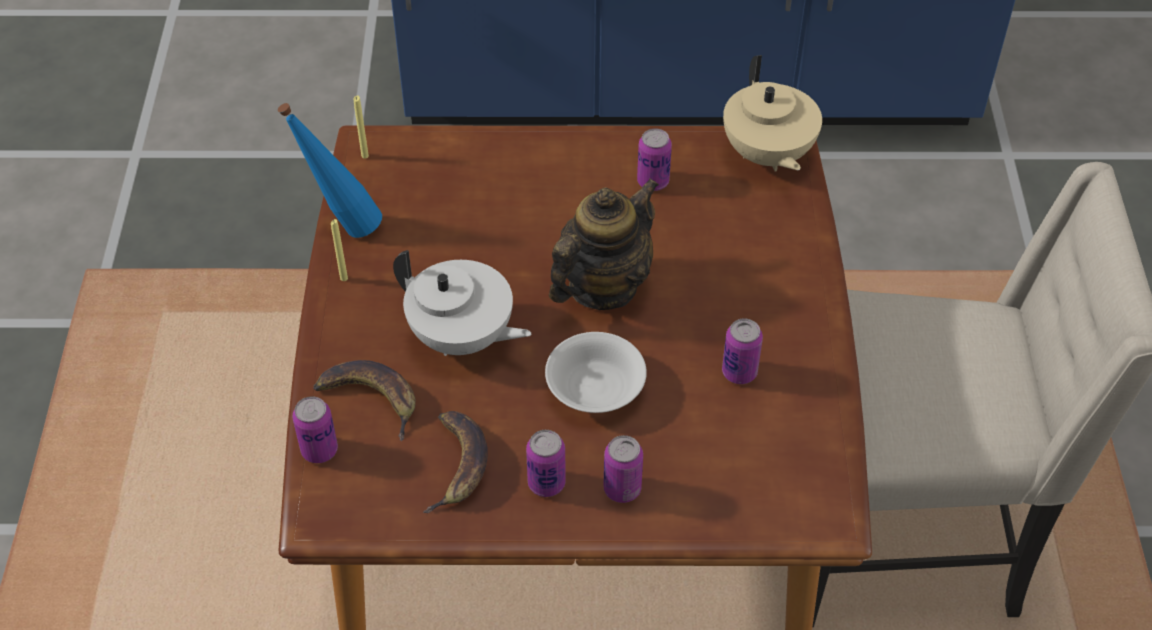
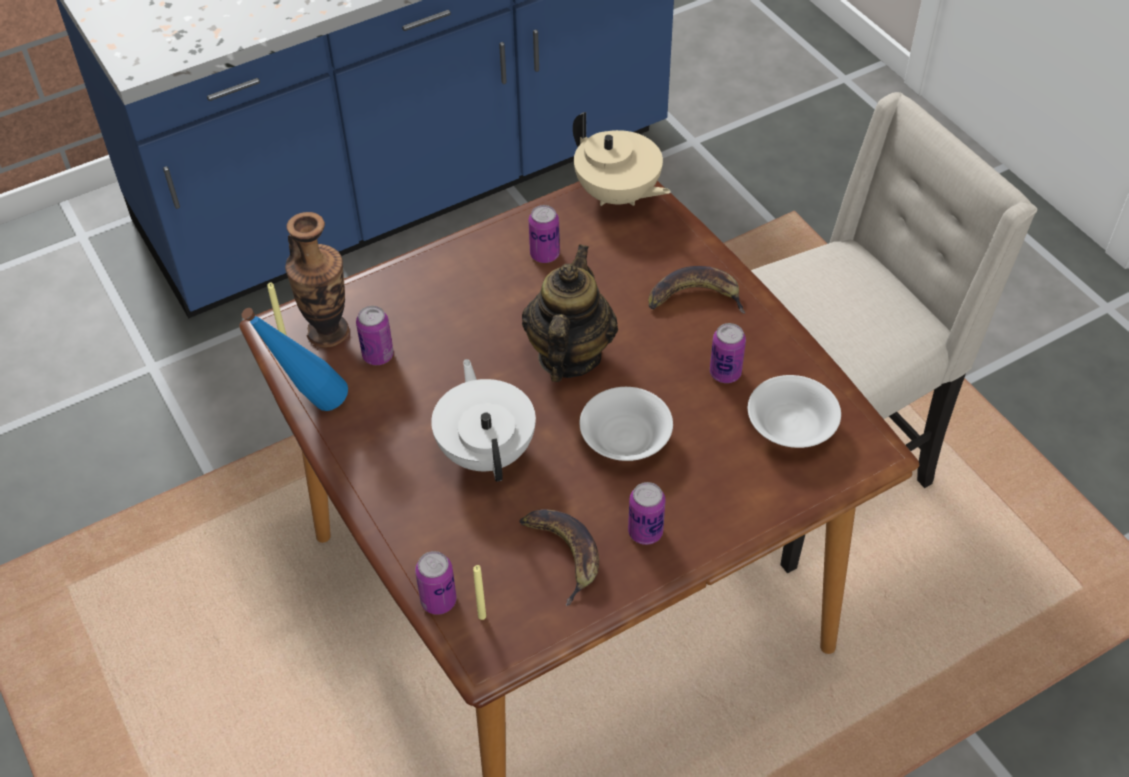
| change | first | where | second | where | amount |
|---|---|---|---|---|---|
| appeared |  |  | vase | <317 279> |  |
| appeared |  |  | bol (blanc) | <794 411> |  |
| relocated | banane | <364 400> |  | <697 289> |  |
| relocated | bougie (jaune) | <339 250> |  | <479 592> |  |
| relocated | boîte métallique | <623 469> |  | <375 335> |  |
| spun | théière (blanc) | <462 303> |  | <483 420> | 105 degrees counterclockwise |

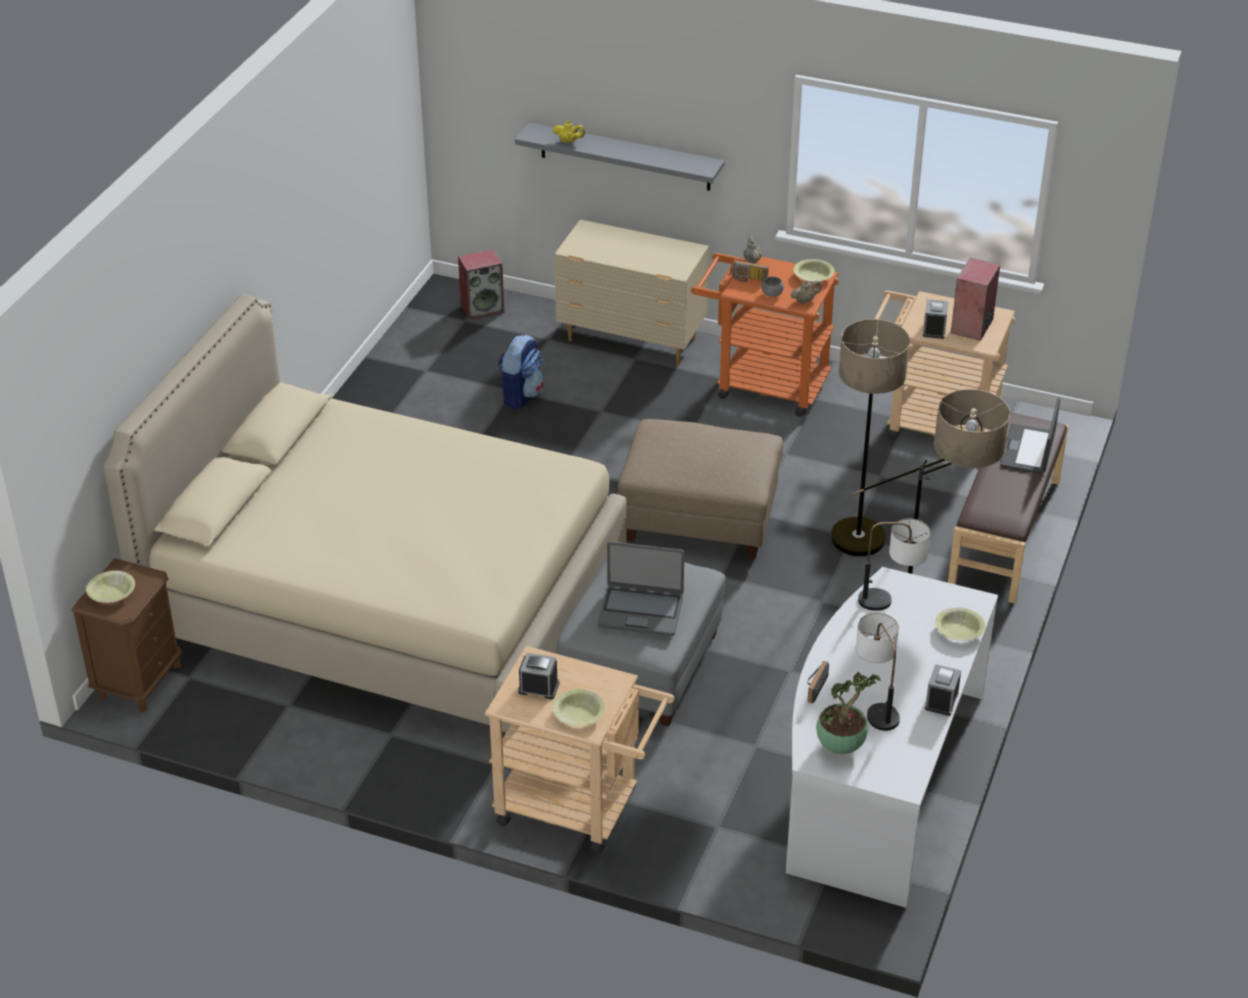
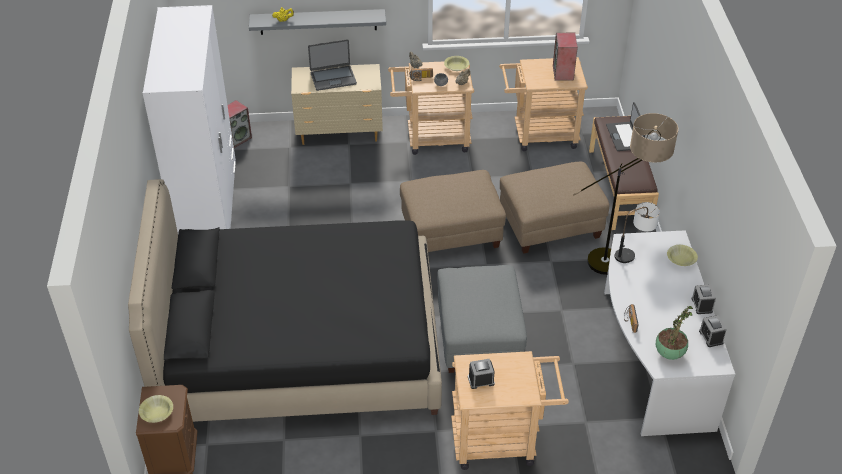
| change | first | where | second | where | amount |
|---|---|---|---|---|---|
| missing | sac à dos | <521 372> |  |  |  |
| missing | bol (jaune) | <579 707> |  |  |  |
| missing | lampe de table | <878 672> |  |  |  |
| appeared |  |  | armoire (blanc) | <189 119> |  |
| relocated | ordinateur portable | <641 589> |  | <332 65> |  |
| relocated | réveil | <936 319> |  | <713 331> |  |
| exchanged | lampadaire | <870 437> | pouf (beige) | <555 207> |  |
| colour | lit (beige) | <365 515> | lit (noir) | <285 300> |  |
| colour | chariot (orange) | <765 335> | chariot (beige) | <431 108> |  |

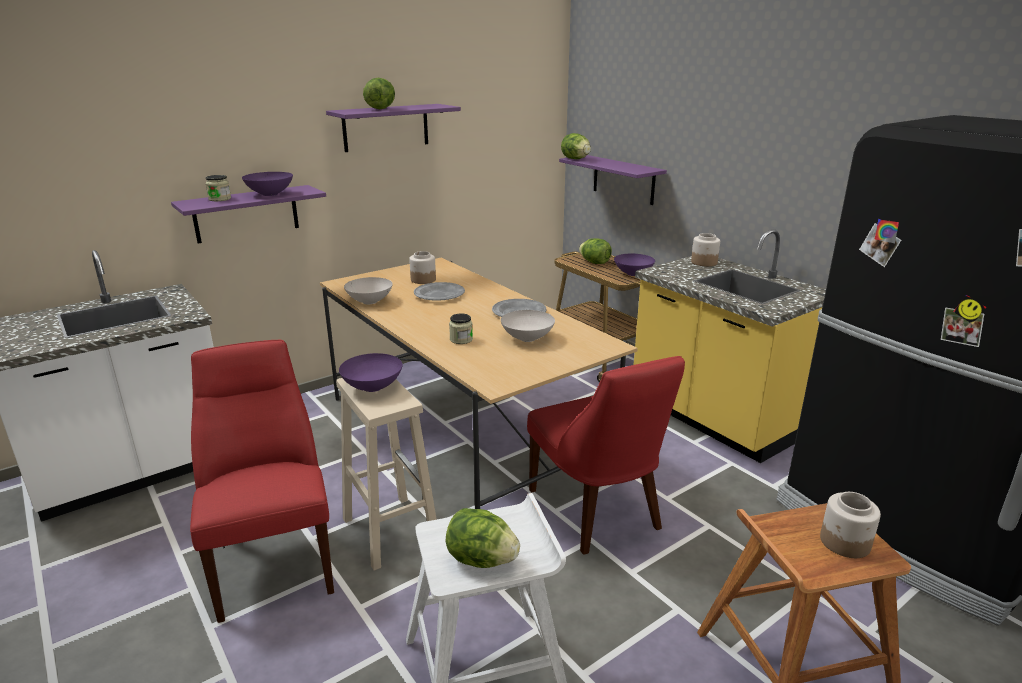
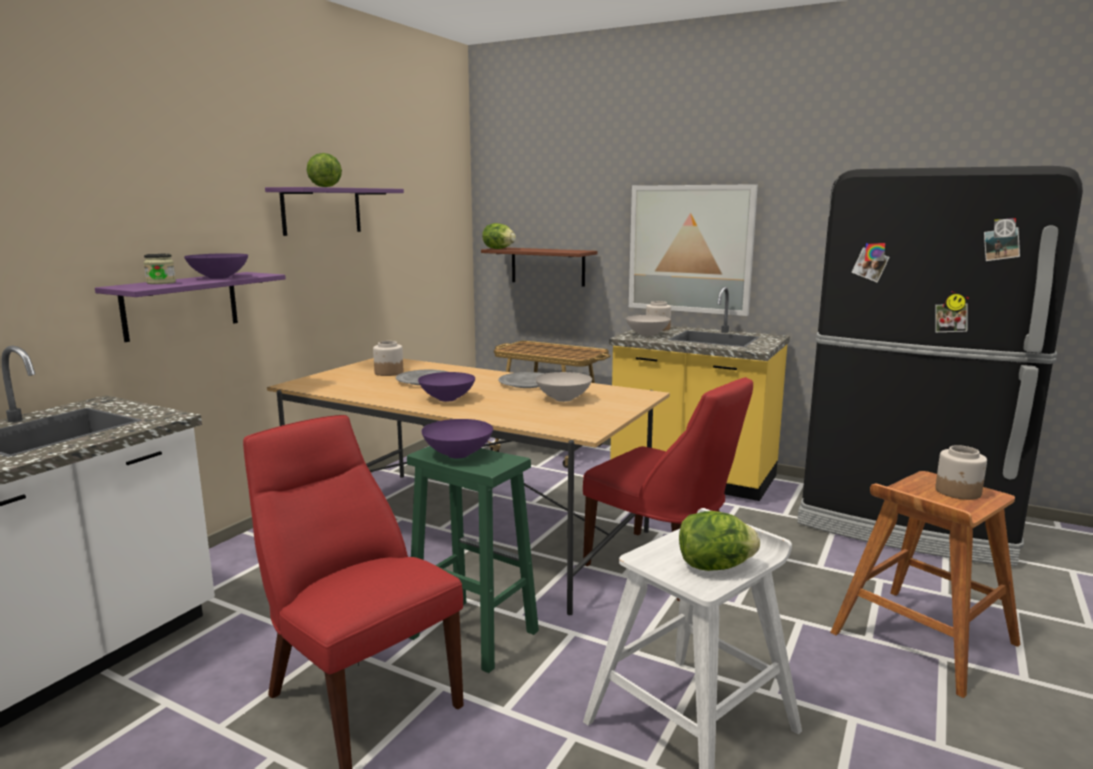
| change | first | where | second | where | amount |
|---|---|---|---|---|---|
| missing | bocal | <461 328> |  |  |  |
| missing | laitue | <595 251> |  |  |  |
| appeared |  |  | tableau | <693 250> |  |
| relocated | bol (blanc) | <368 290> |  | <648 325> |  |
| relocated | bol (violet) | <634 265> |  | <446 387> |  |
| colour | tabouret (beige) | <386 474> | tabouret (vert) | <473 559> |  |
| colour | étagère (violet) | <613 180> | étagère (marron) | <539 267> |  |

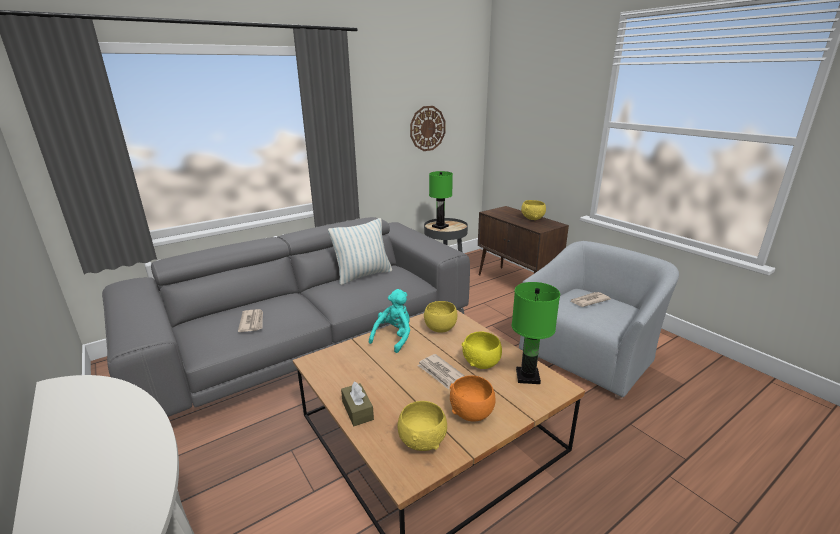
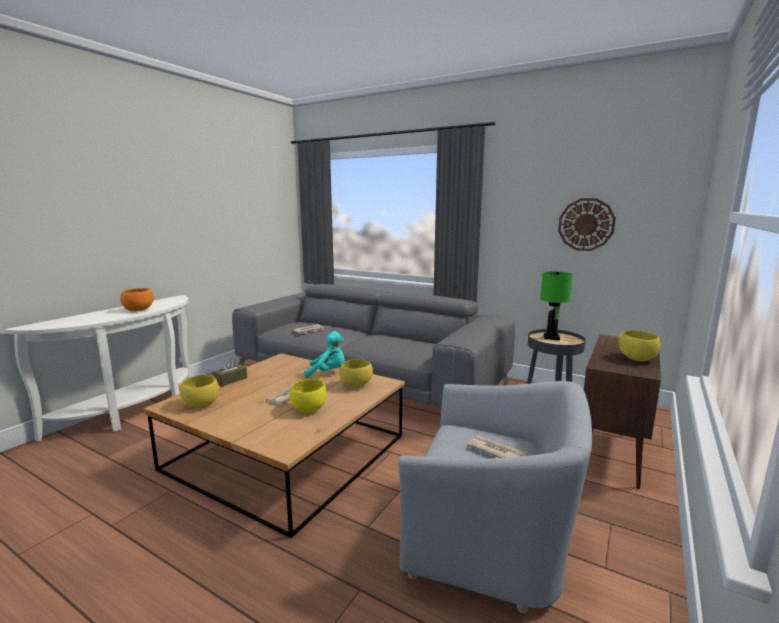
| change | first | where | second | where | amount |
|---|---|---|---|---|---|
| missing | coussin | <360 251> |  |  |  |
| missing | lampe de table (vert) | <536 333> |  |  |  |
| relocated | bol (orange) | <473 398> |  | <137 299> |  |

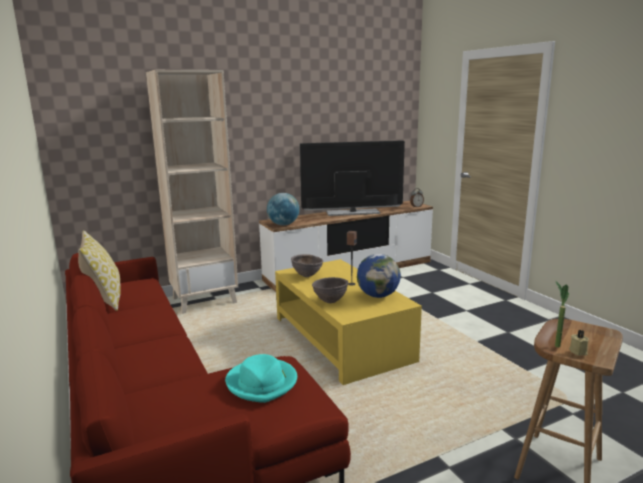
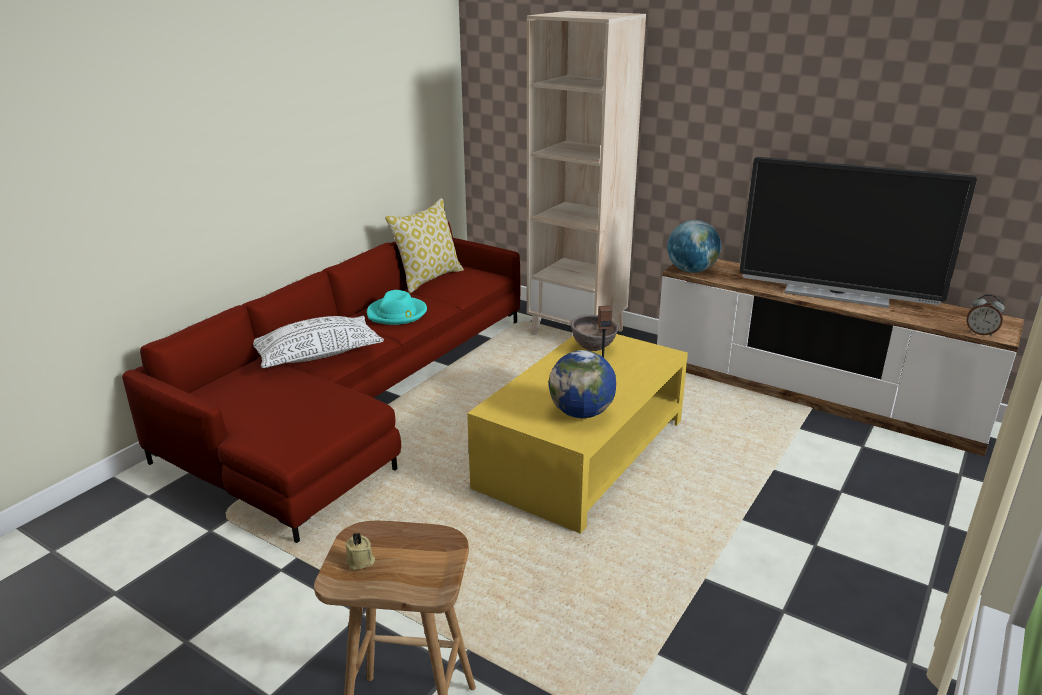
| change | first | where | second | where | amount |
|---|---|---|---|---|---|
| missing | bol (marron) | <330 290> |  |  |  |
| missing | plante en pot | <562 314> |  |  |  |
| appeared |  |  | coussin (blanc) | <318 342> |  |
| relocated | chapeau (turquoise) | <261 378> |  | <397 307> |  |
| spun | téléviseur | <352 178> |  | <858 232> | 150 degrees clockwise |

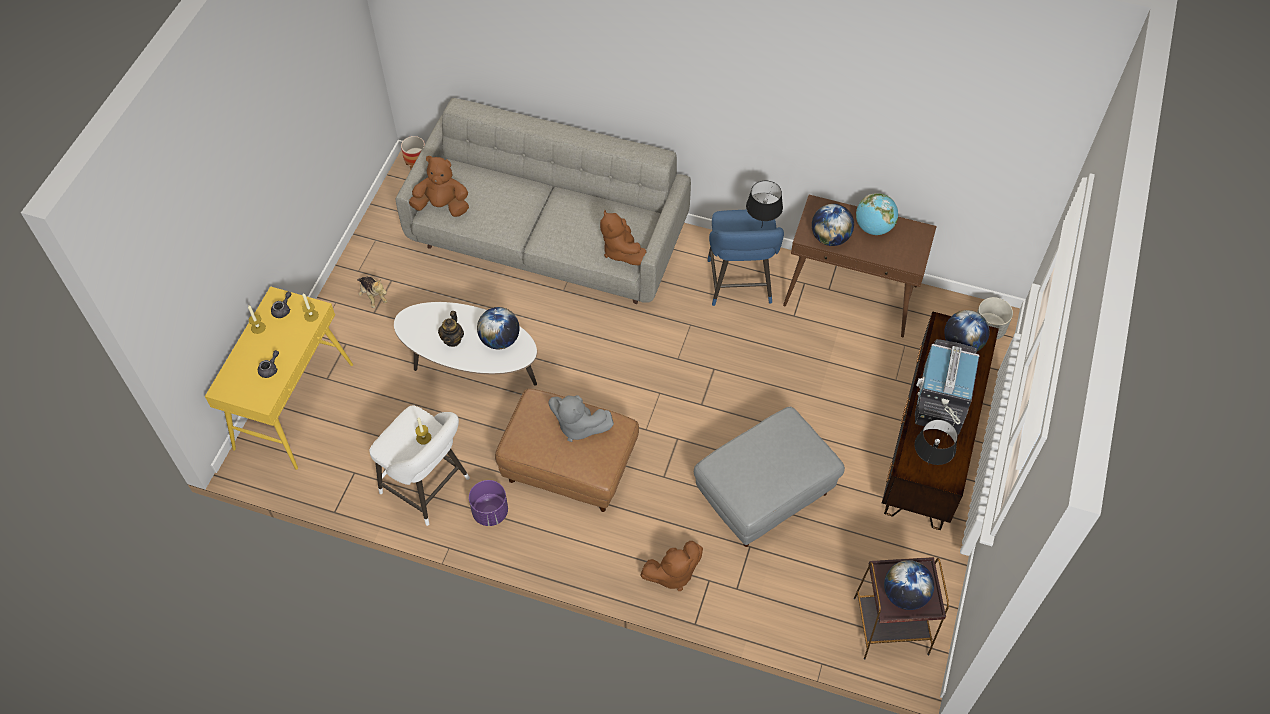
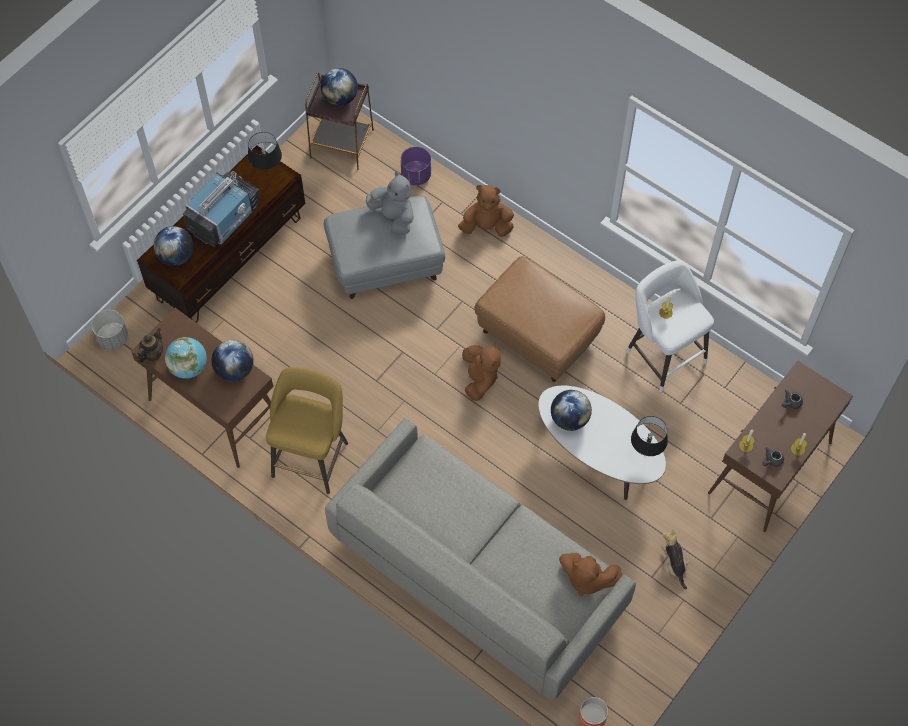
| change | first | where | second | where | amount |
|---|---|---|---|---|---|
| relocated | théière | <451 329> |  | <150 345> |  |
| relocated | cache-pot (violet) | <488 503> |  | <415 166> |  |
| relocated | peluche (gris) | <581 418> |  | <390 203> |  |
| relocated | peluche (marron) | <623 237> |  | <481 372> |  |
| relocated | lampe de table (noir) | <764 202> |  | <649 436> |  |
| colour | table console (jaune) | <279 378> | table console (marron) | <780 446> |  |
| colour | tabouret (bleu) | <745 258> | tabouret (jaune) | <307 430> |  |

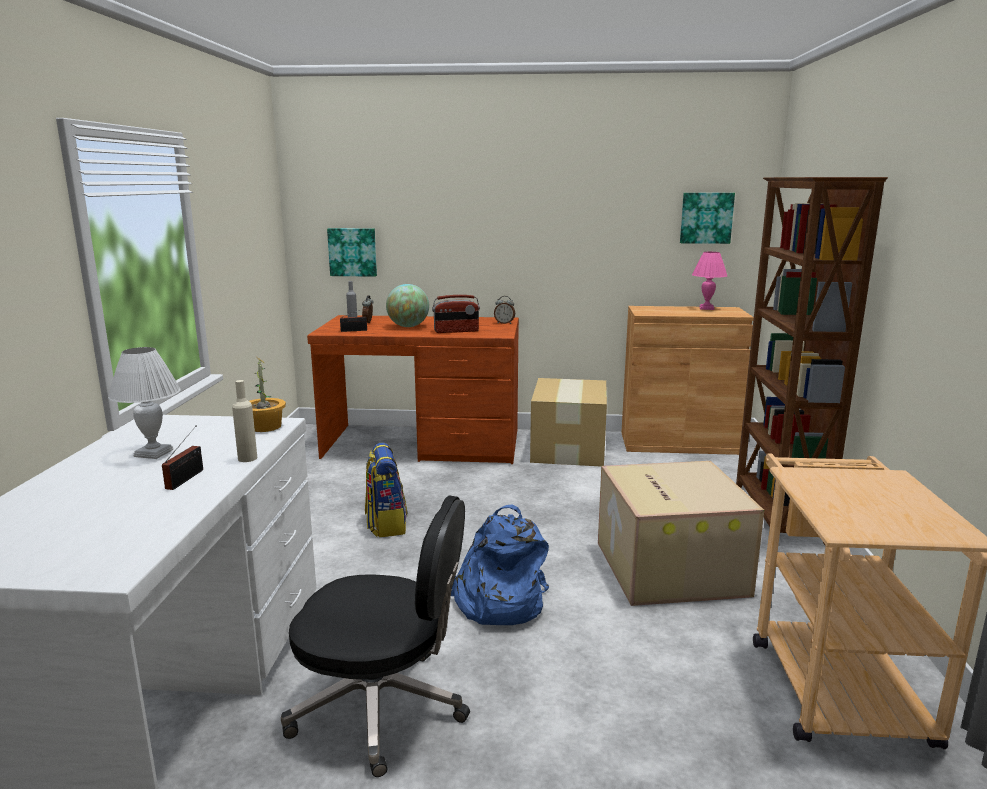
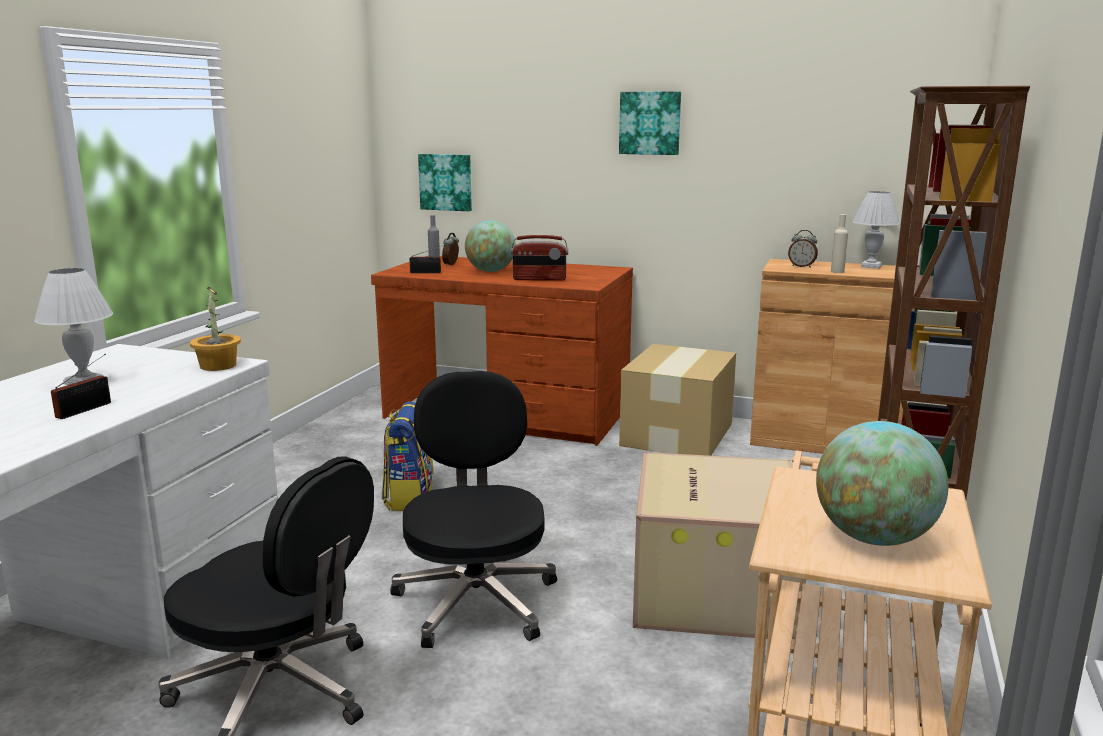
| change | first | where | second | where | amount |
|---|---|---|---|---|---|
| appeared |  |  | globe | <882 483> |  |
| relocated | bouteille (beige) | <244 421> |  | <839 243> |  |
| relocated | réveil | <504 310> |  | <803 249> |  |
| relocated | tableau | <707 218> |  | <650 123> |  |
| exchanged | sac à dos (bleu) | <500 564> | chaise de bureau (noir) | <473 509> |  |
| colour | lampe de table (rose) | <709 281> | lampe de table (blanc) | <876 230> |  |

